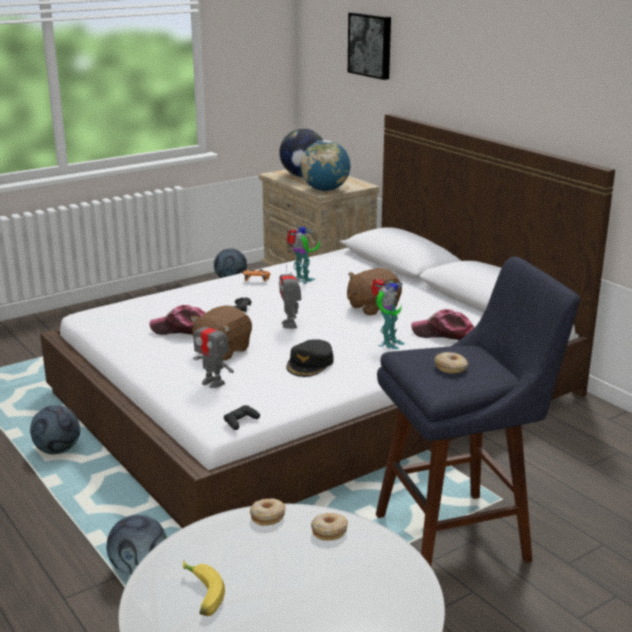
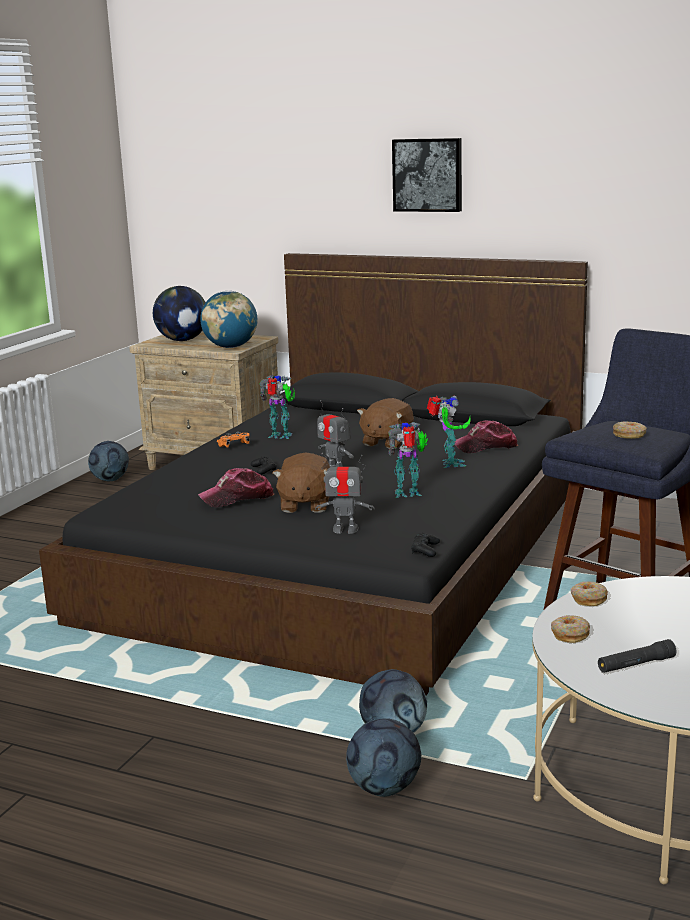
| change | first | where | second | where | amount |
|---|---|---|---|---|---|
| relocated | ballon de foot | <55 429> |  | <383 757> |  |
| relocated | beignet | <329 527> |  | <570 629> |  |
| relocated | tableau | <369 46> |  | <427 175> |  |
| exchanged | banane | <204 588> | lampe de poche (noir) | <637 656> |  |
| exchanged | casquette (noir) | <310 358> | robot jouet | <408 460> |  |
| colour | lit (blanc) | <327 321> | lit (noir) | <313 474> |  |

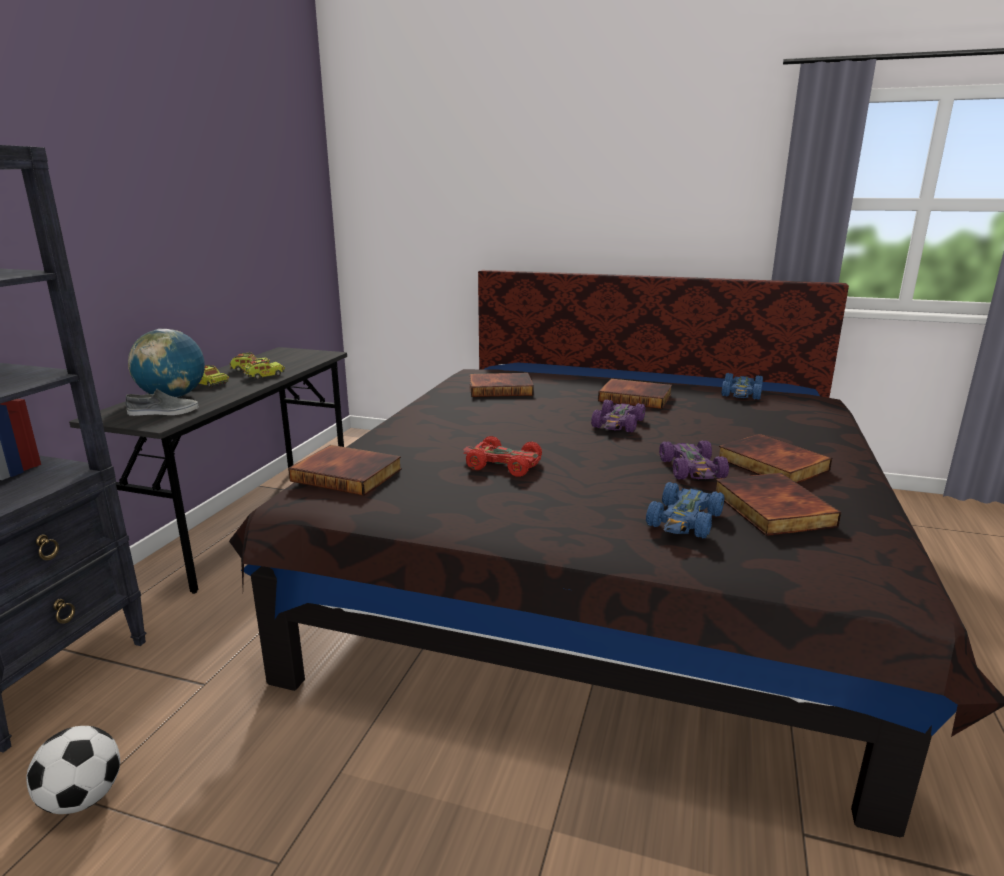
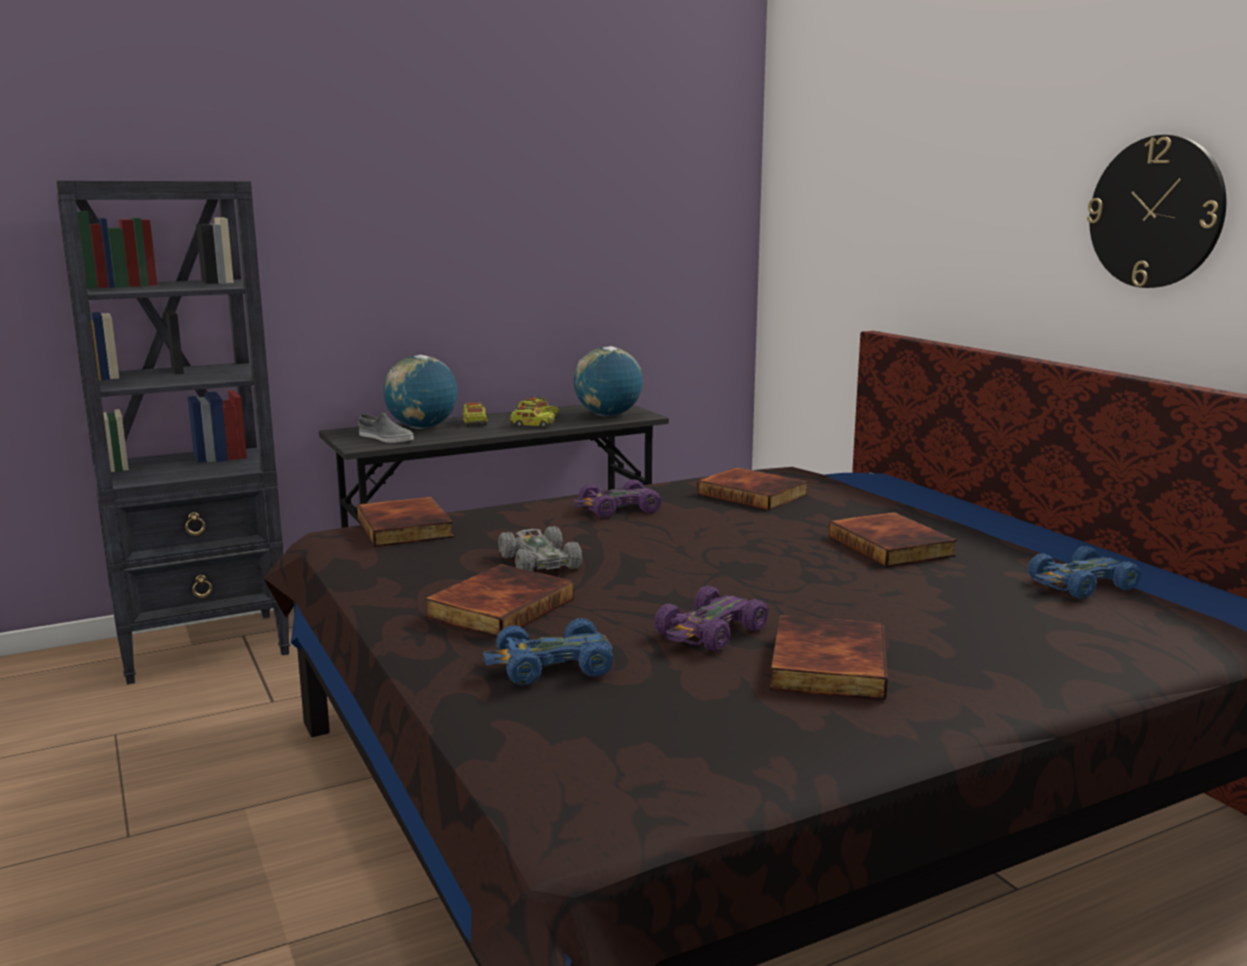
| change | first | where | second | where | amount |
|---|---|---|---|---|---|
| missing | ballon de foot | <73 770> |  |  |  |
| appeared |  |  | globe | <608 381> |  |
| appeared |  |  | horloge murale | <1157 211> |  |
| relocated | petite voiture (violet) | <618 416> |  | <617 498> |  |
| relocated | livre | <778 504> |  | <499 600> |  |
| colour | petite voiture (rouge) | <502 456> | petite voiture (gris) | <540 548> |  |

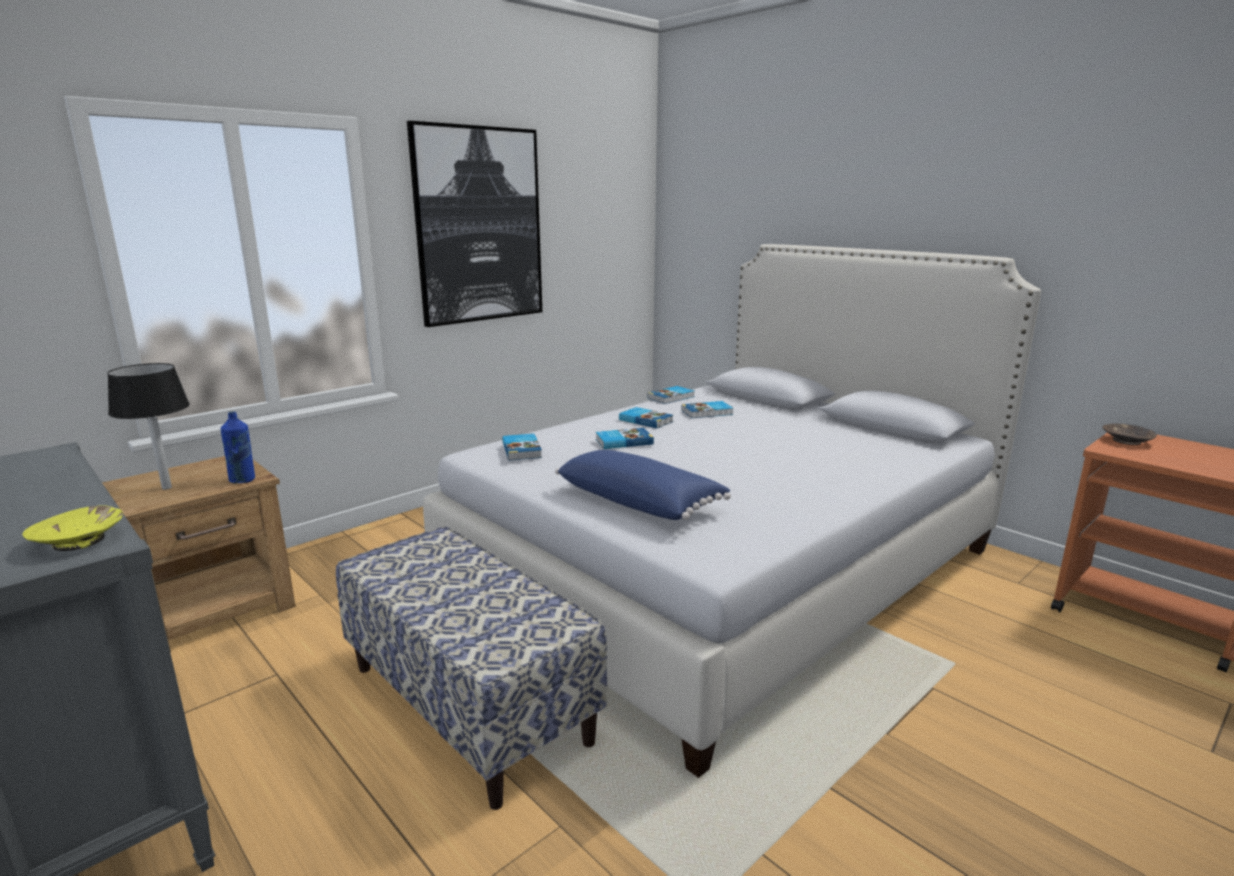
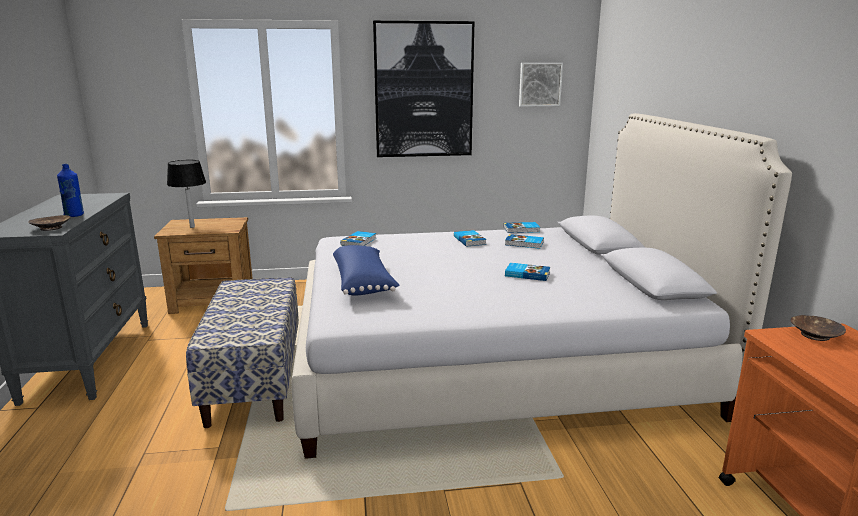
| change | first | where | second | where | amount |
|---|---|---|---|---|---|
| appeared |  |  | tableau | <541 85> |  |
| relocated | bouteille (bleu) | <238 447> |  | <70 190> |  |
| relocated | livre | <625 438> |  | <527 272> |  |
| colour | bol (jaune) | <72 528> | bol (marron) | <49 223> |  |

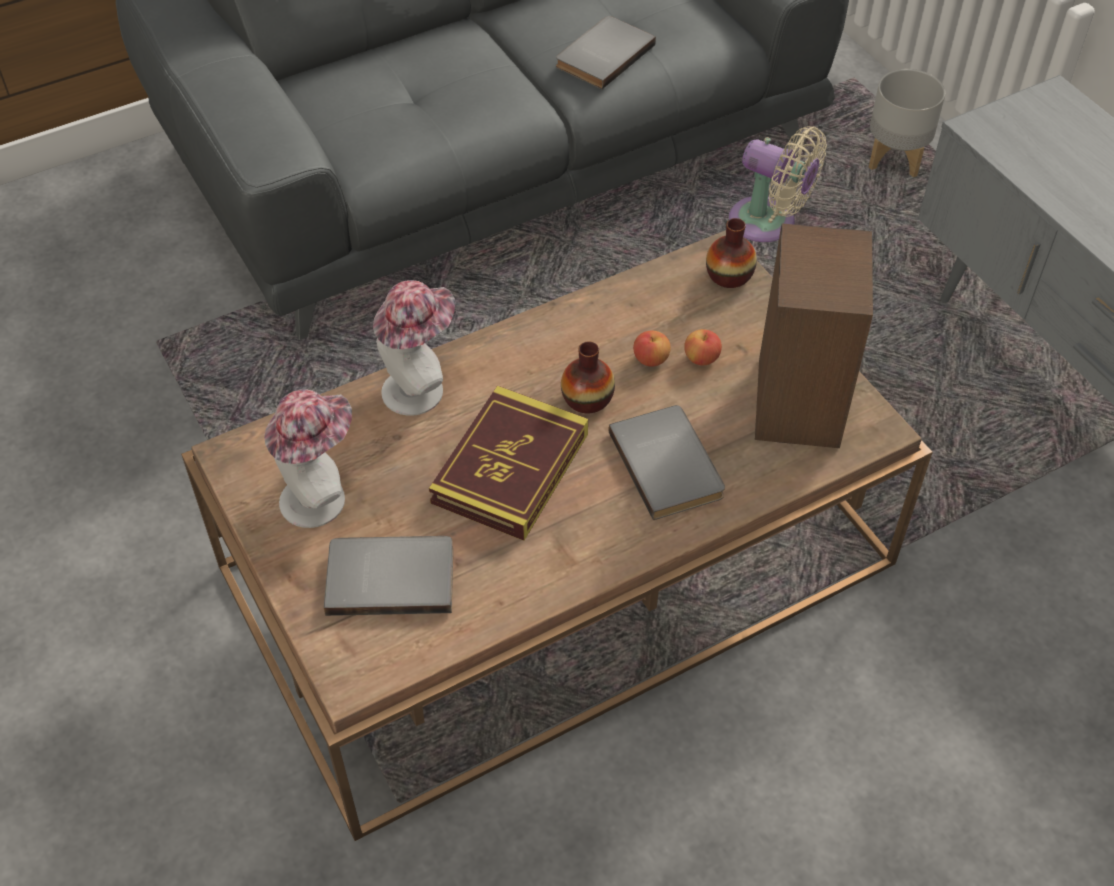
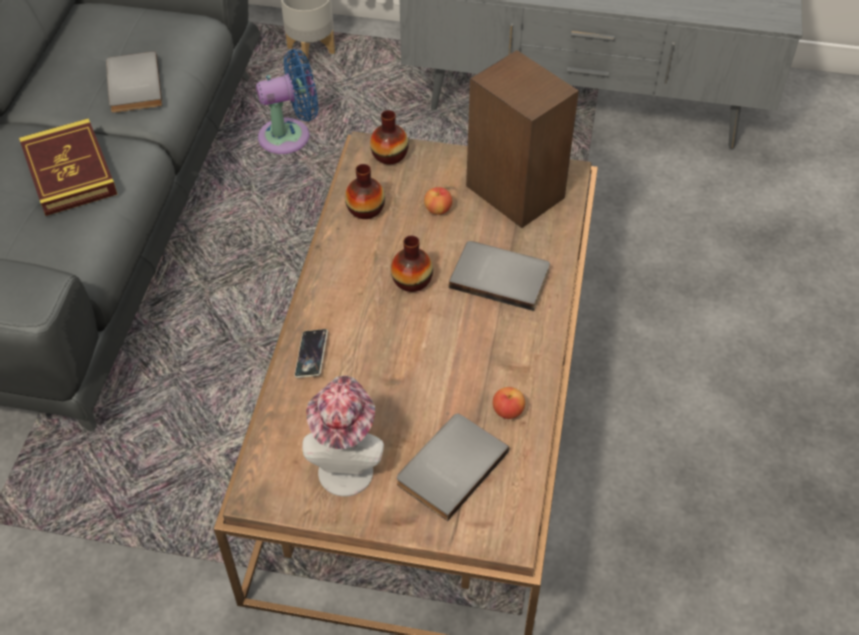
| change | first | where | second | where | amount |
|---|---|---|---|---|---|
| appeared |  |  | vase | <365 191> |  |
| relocated | livre | <508 463> |  | <68 167> |  |
| relocated | pomme | <652 348> |  | <509 403> |  |
| exchanged | chapeau | <414 348> | téléphone | <311 353> |  |
| colour | ventilateur (beige) | <778 184> | ventilateur (bleu) | <287 101> |  |

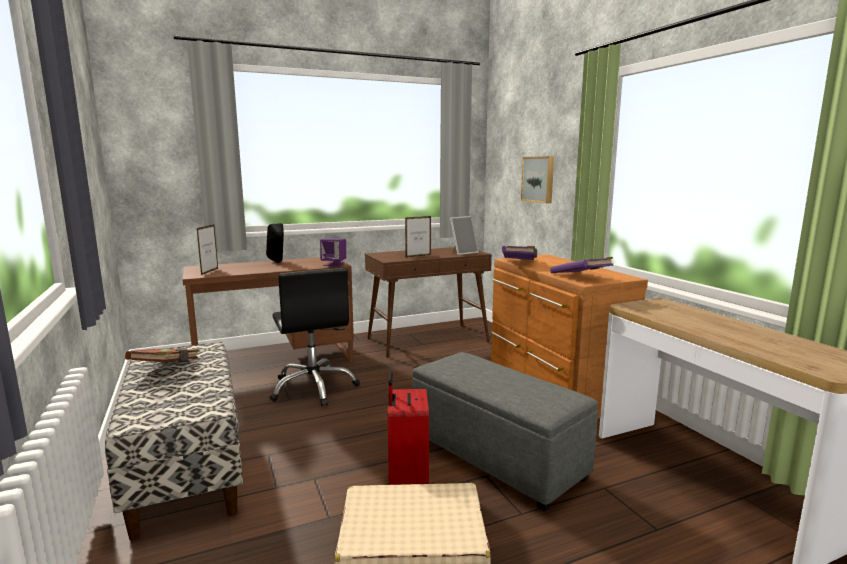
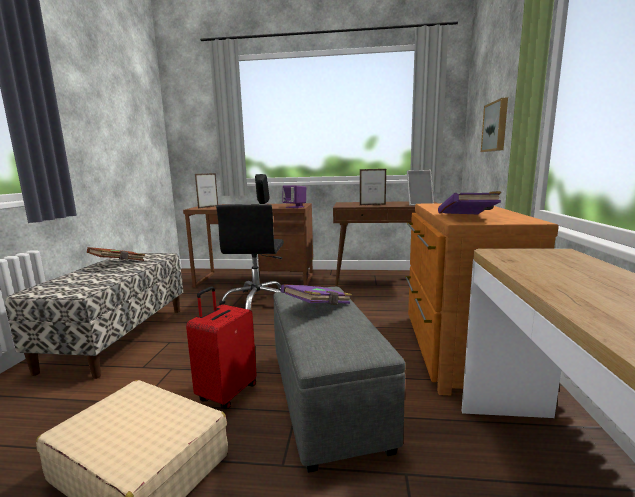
| change | first | where | second | where | amount |
|---|---|---|---|---|---|
| relocated | livre (violet) | <519 253> |  | <316 294> |  |

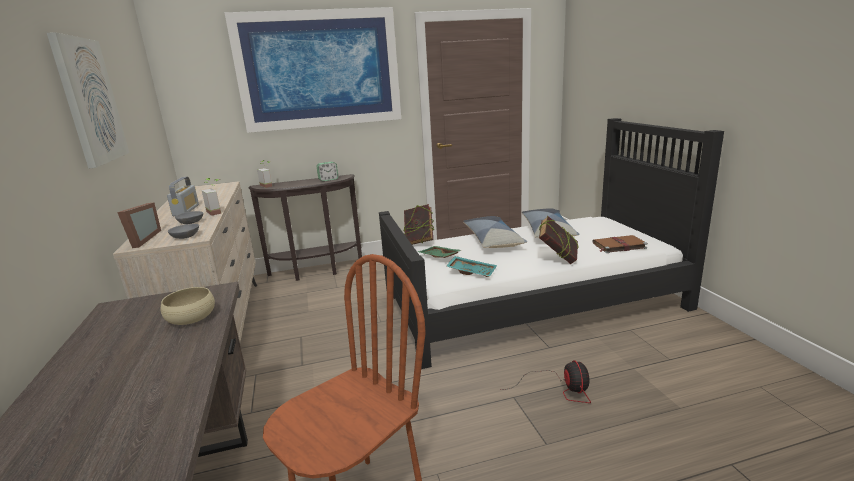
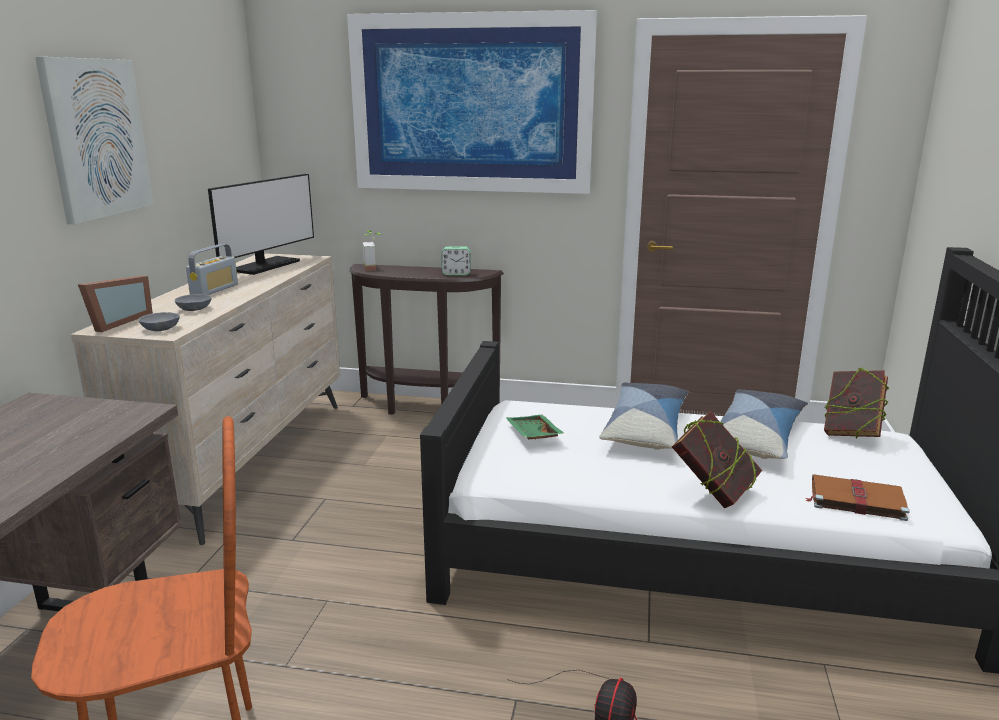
| change | first | where | second | where | amount |
|---|---|---|---|---|---|
| missing | bol (beige) | <188 306> |  |  |  |
| missing | plante en pot | <211 197> |  |  |  |
| missing | plateau (turquoise) | <471 266> |  |  |  |
| appeared |  |  | écran d'ordinateur | <261 224> |  |
| relocated | livre | <418 224> |  | <856 403> |  |

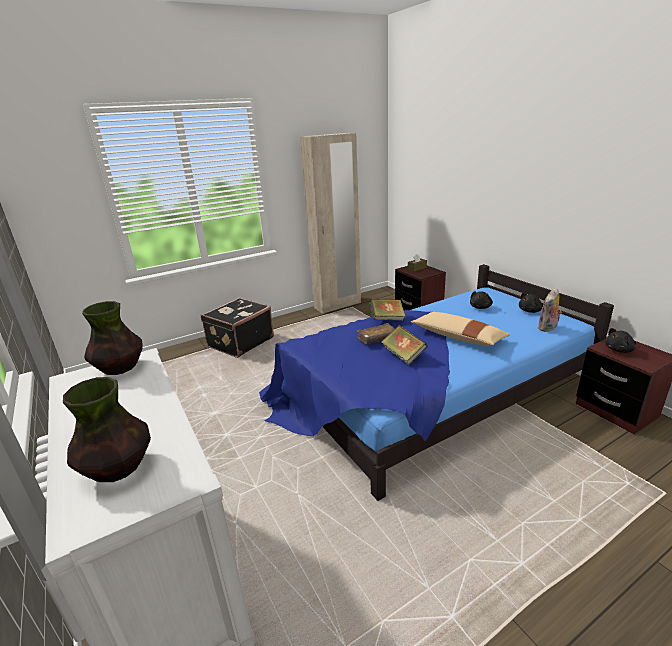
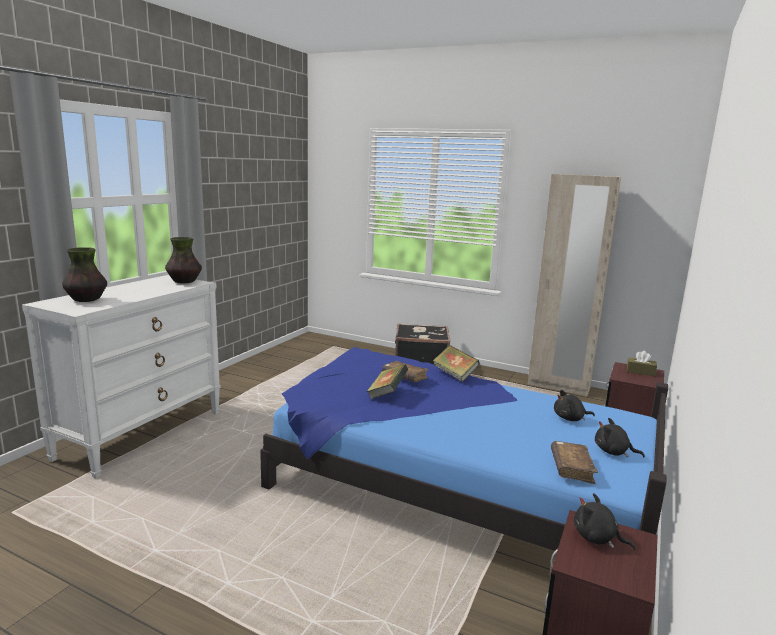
| change | first | where | second | where | amount |
|---|---|---|---|---|---|
| missing | coussin (beige) | <461 329> |  |  |  |
| exchanged | peluche | <550 310> | livre (marron) | <574 462> |  |

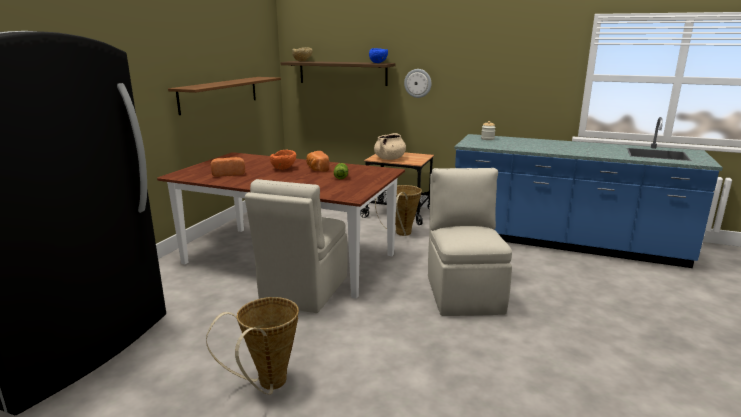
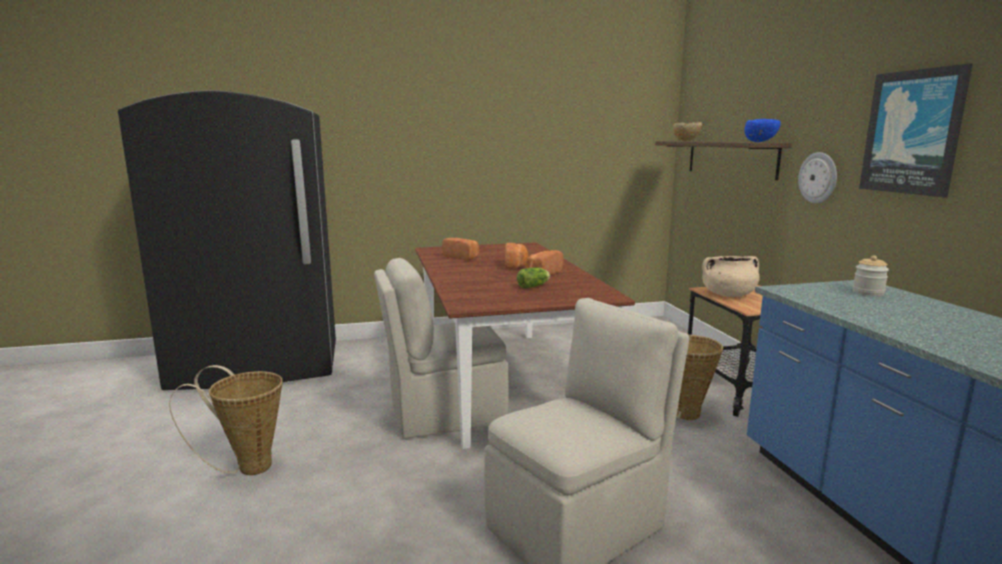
| change | first | where | second | where | amount |
|---|---|---|---|---|---|
| missing | étagère | <224 96> |  |  |  |
| appeared |  |  | tableau | <916 130> |  |
| exchanged | bol (orange) | <283 160> | pain | <517 256> |  |

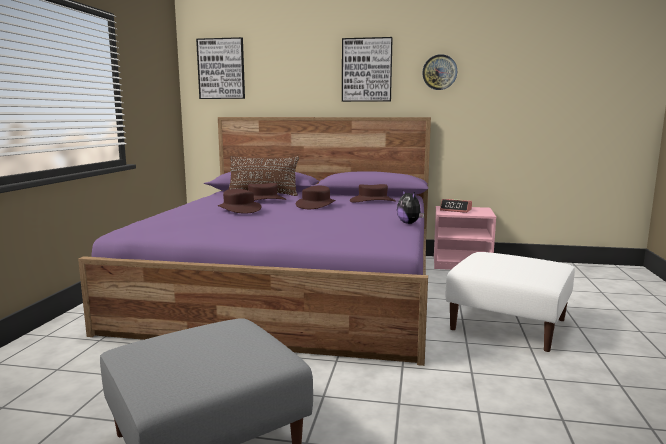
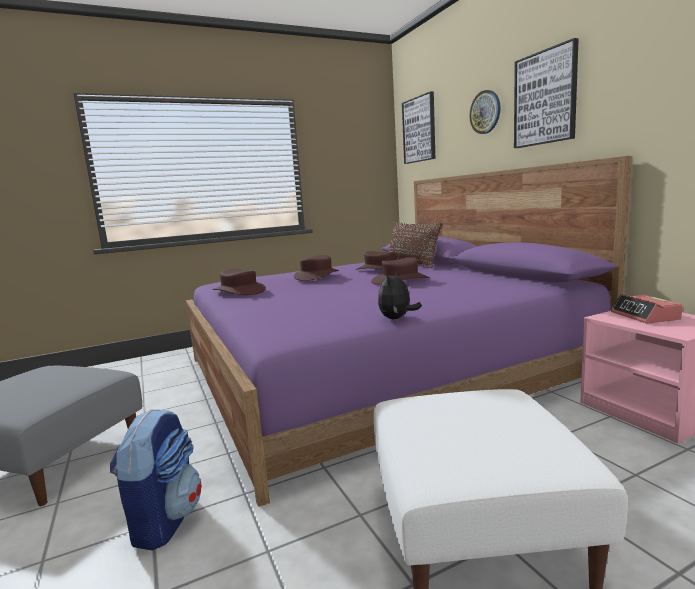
| change | first | where | second | where | amount |
|---|---|---|---|---|---|
| appeared |  |  | sac à dos | <156 480> |  |
| relocated | chapeau (marron) | <373 193> |  | <239 282> |  |
| relocated | horloge murale | <439 72> |  | <485 112> |  |

